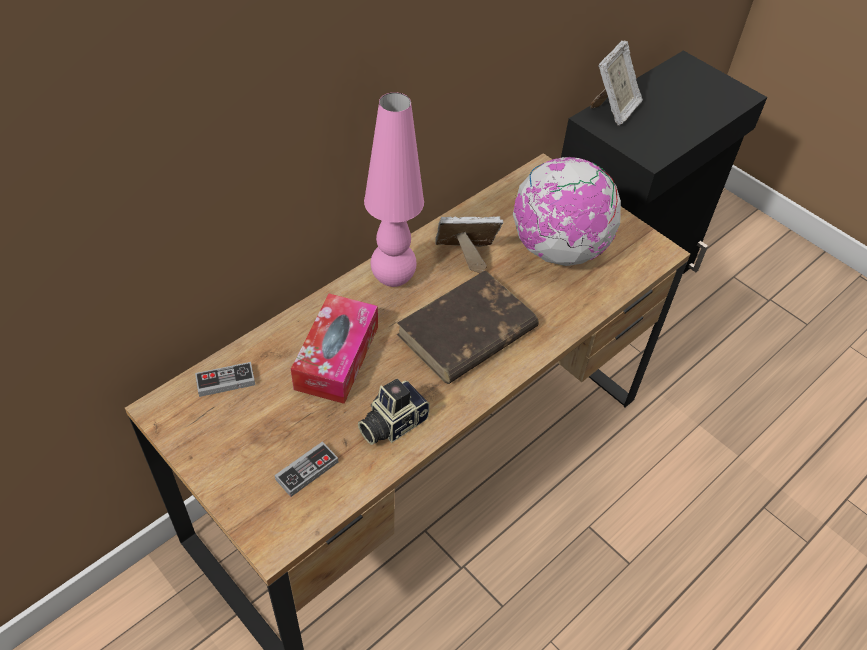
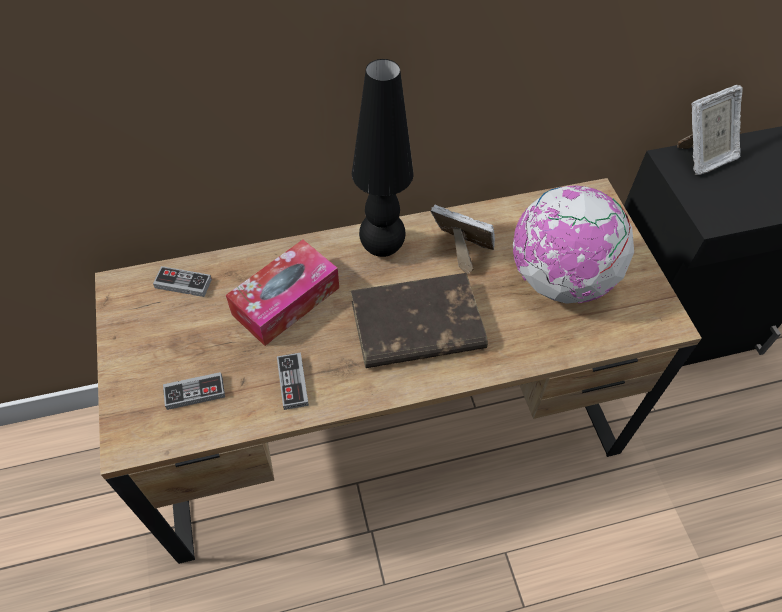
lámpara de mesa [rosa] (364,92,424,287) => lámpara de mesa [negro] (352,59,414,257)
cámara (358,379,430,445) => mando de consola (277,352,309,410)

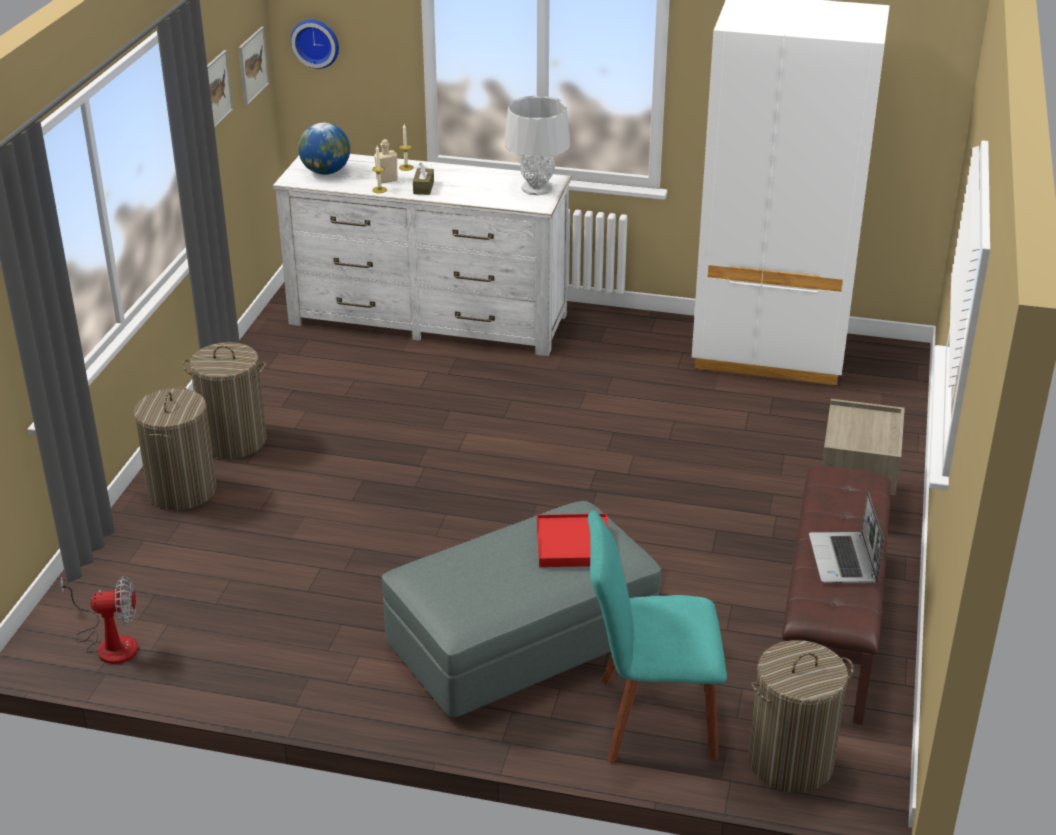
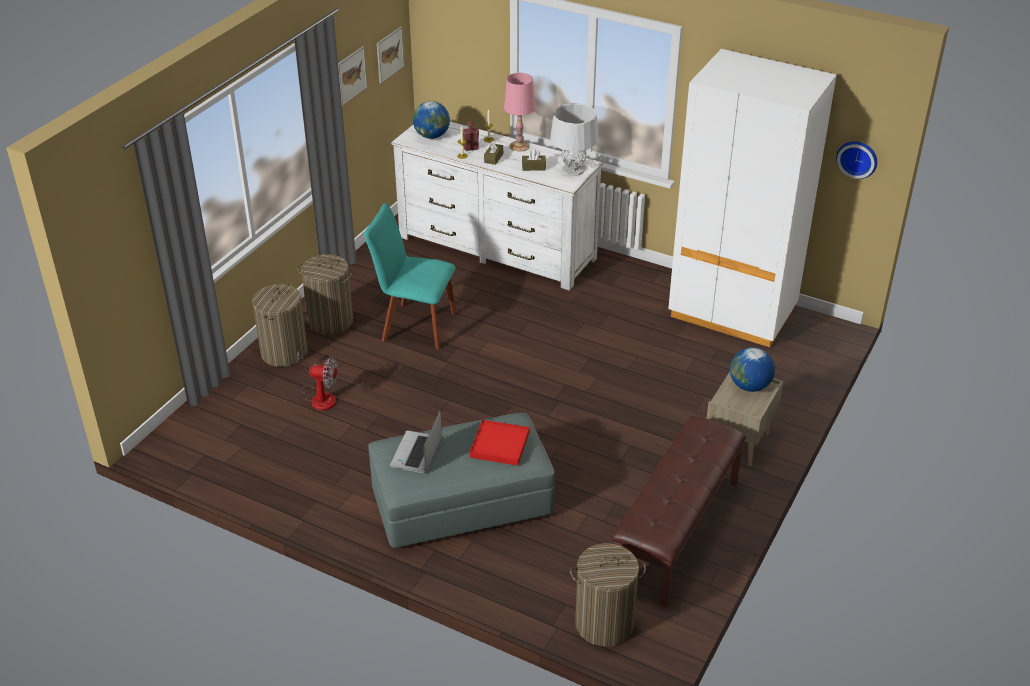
reloj de pared (291,19,339,69) => reloj de pared (836,141,877,179), relocated
botella [beis] (374,139,398,184) => botella [rojo] (463,120,479,151)
portátil (809,492,884,583) => portátil (390,411,442,474), relocated
silla [turquesa] (588,511,727,764) => silla [turquesa] (364,203,457,350), relocated
ventilador (60,576,138,664) => ventilador (297,351,338,410), relocated
nothing => lámpara de mesa [rosa] (504,73,536,151)
nothing => caja de pañuelos [marrón] (522,149,546,171)
nothing => globo terráqueo (730,347,775,392)

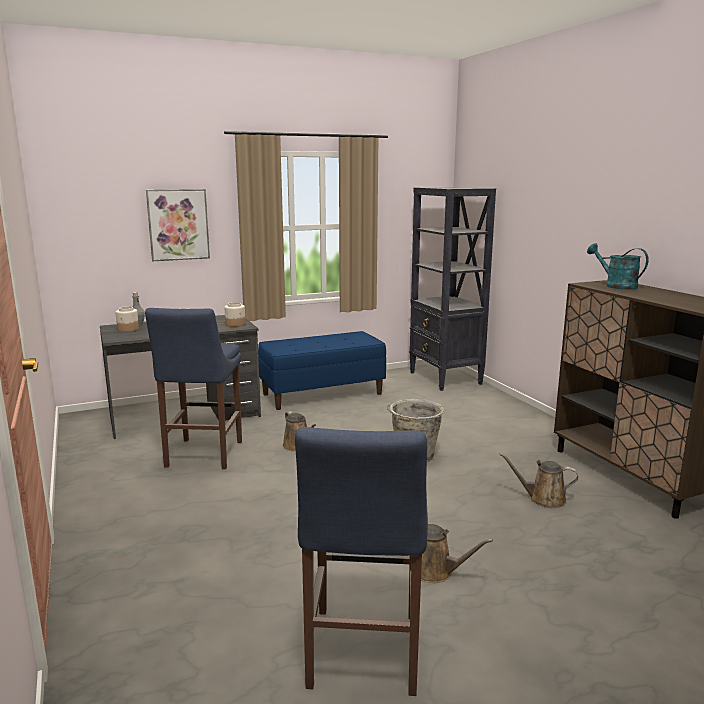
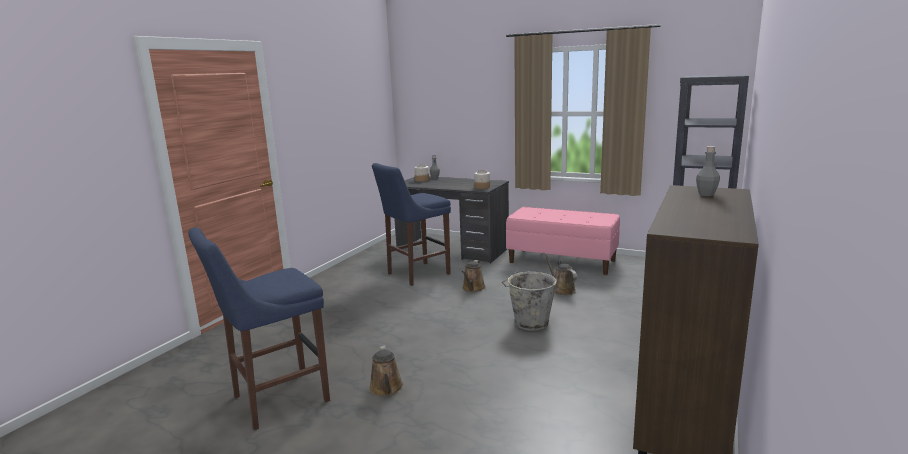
cuadro (146,189,210,261) => nothing
regadera [turquesa] (587,243,649,290) => botella [gris] (696,146,720,196)
banco [azul] (258,331,386,410) => banco [rosa] (506,207,620,275)
regadera [marrón] (499,453,578,508) => regadera [marrón] (544,252,577,295), relocated

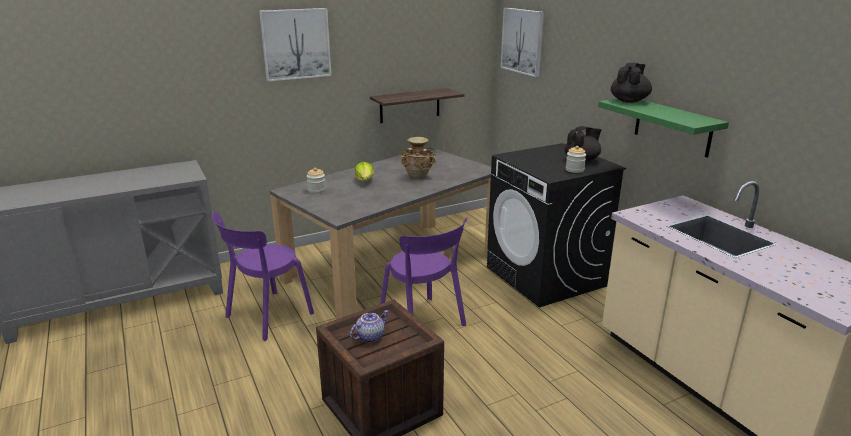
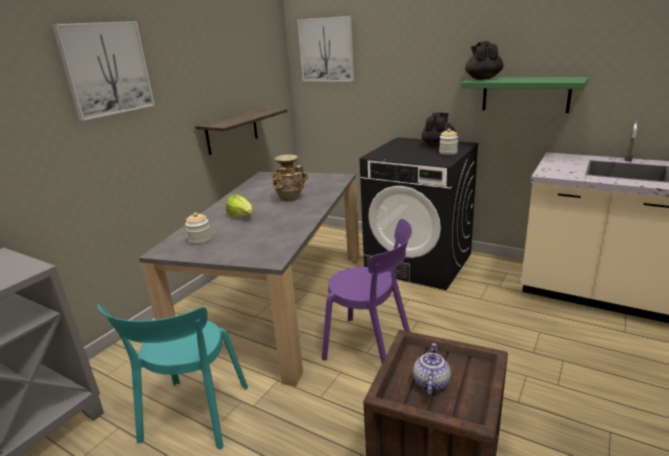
silla [morado] (212,211,314,341) => silla [turquesa] (98,304,248,449)

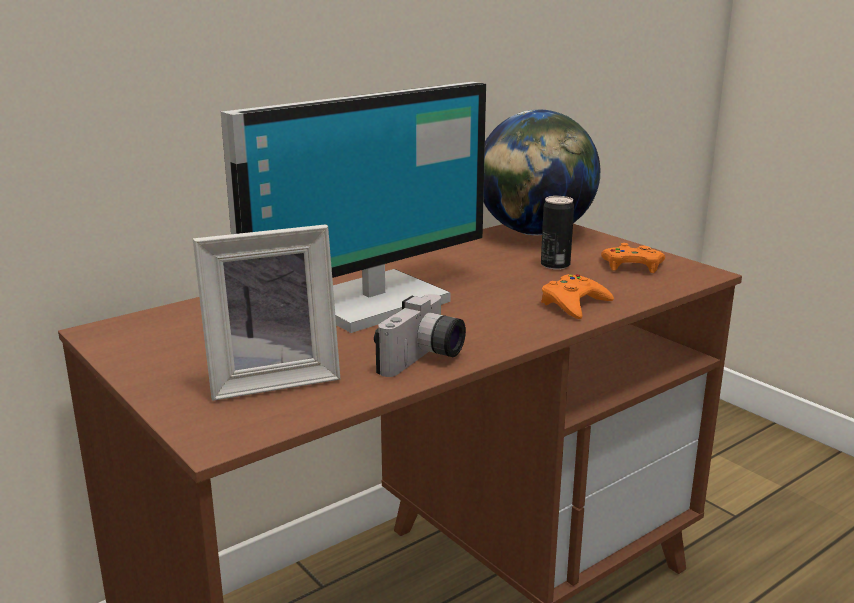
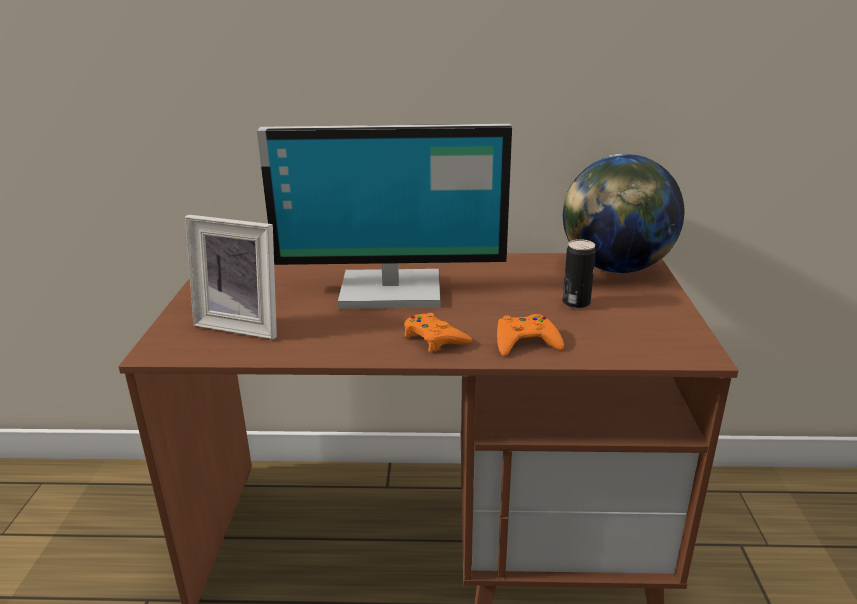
mando de consola [naranja] (601,243,665,273) => mando de consola [naranja] (404,313,472,352), relocated
cámara (374,294,466,377) => nothing

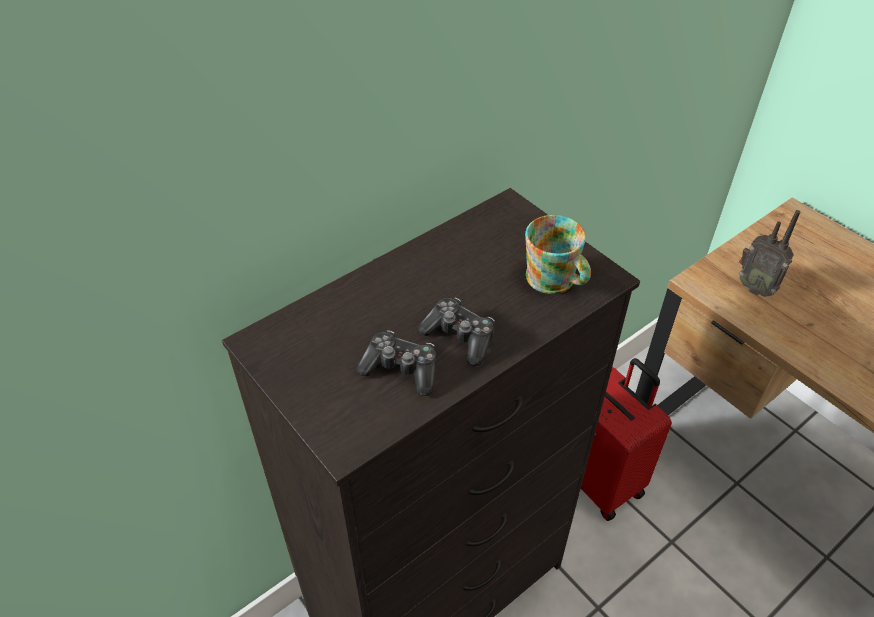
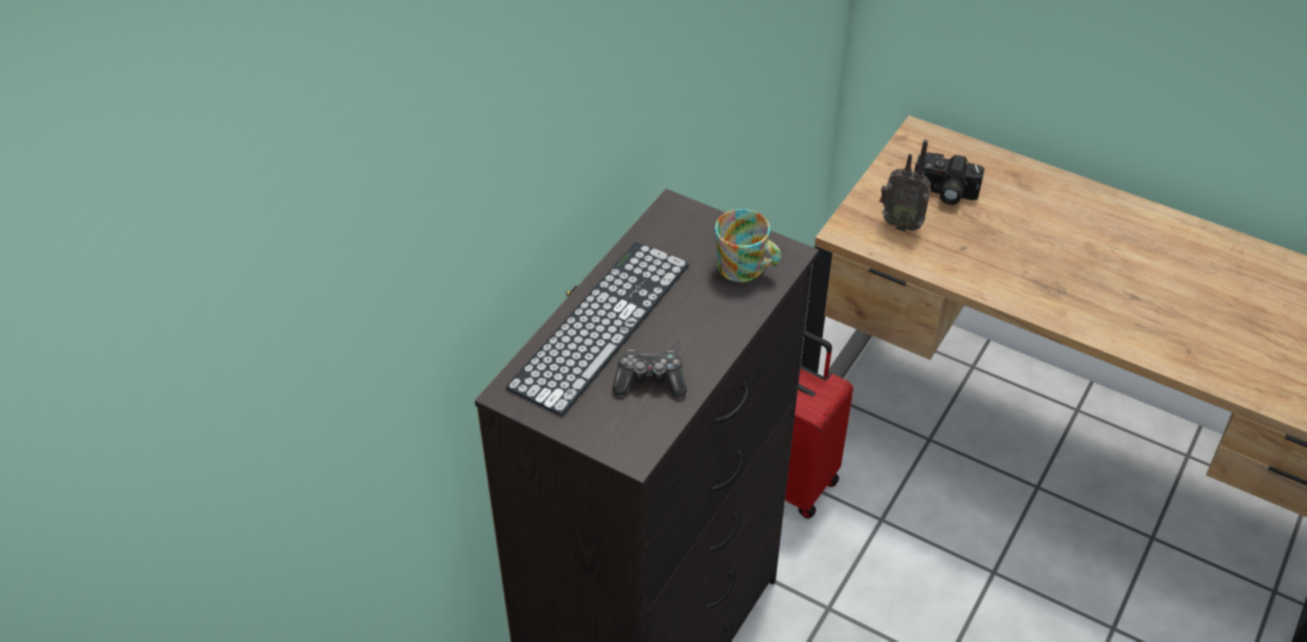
mando de consola (418,298,495,366) => nothing
nothing => cámara (914,152,985,205)
nothing => teclado (506,242,689,416)

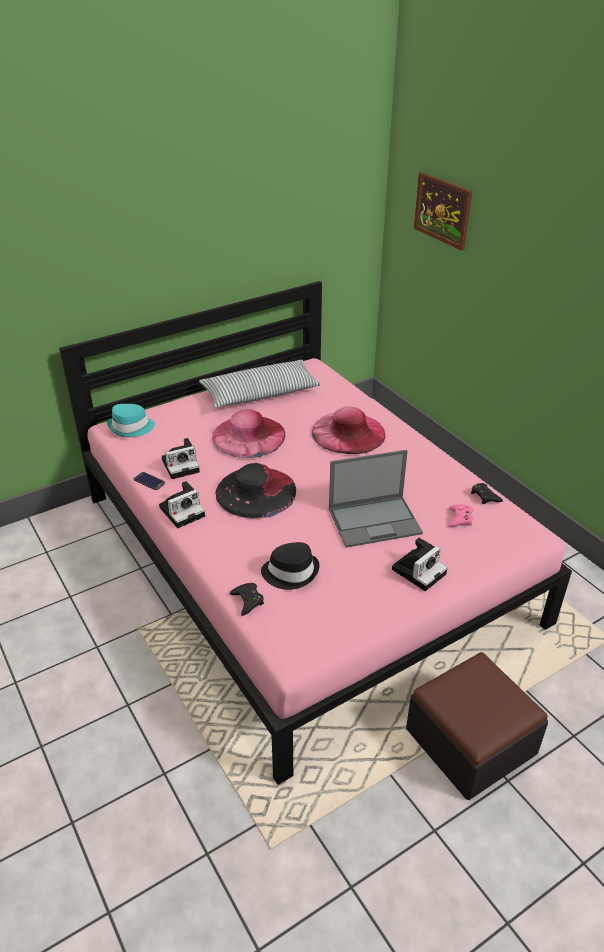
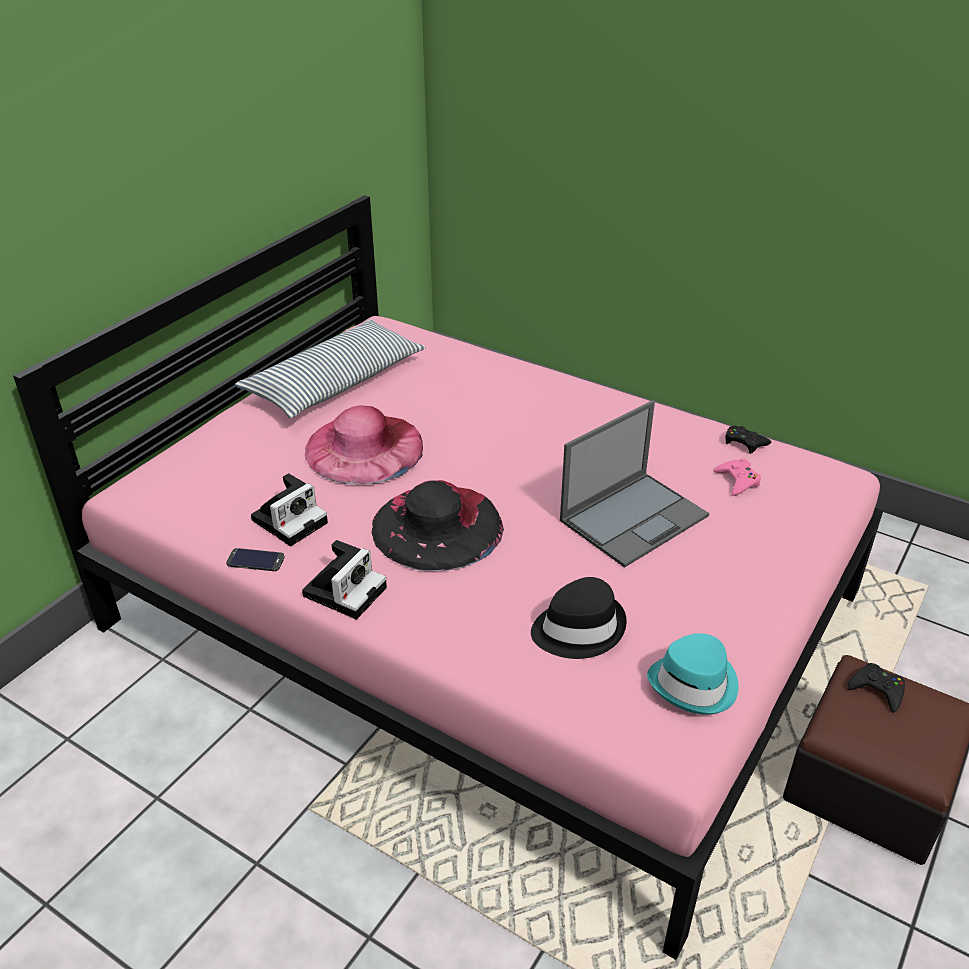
cuadro (414,172,472,251) => nothing
sombrero [turquesa] (107,404,155,437) => sombrero [turquesa] (647,633,738,715), relocated
sombrero [rosa] (312,407,386,454) => nothing
cámara (392,538,448,591) => nothing
mando de consola [negro] (230,583,264,616) => mando de consola [negro] (847,663,905,713), relocated

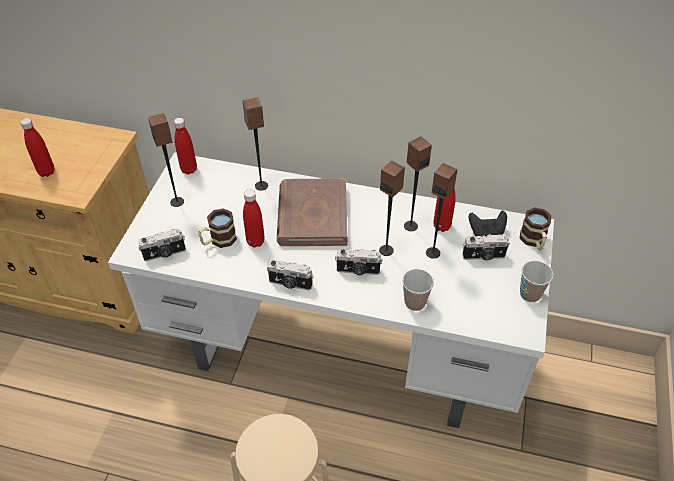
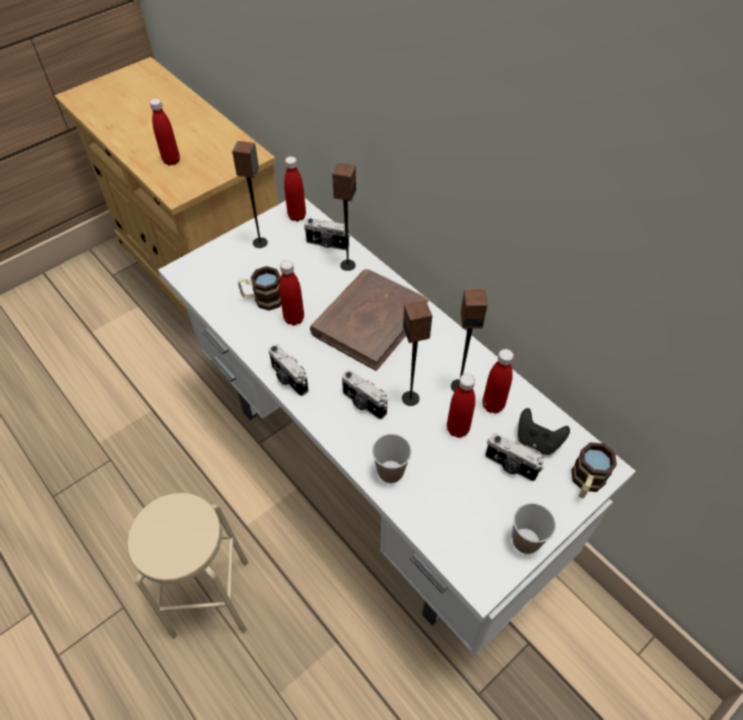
altavoz (426,163,458,259) => botella [rojo] (447,374,475,438)
cámara (138,228,186,261) => cámara (304,218,350,250), relocated

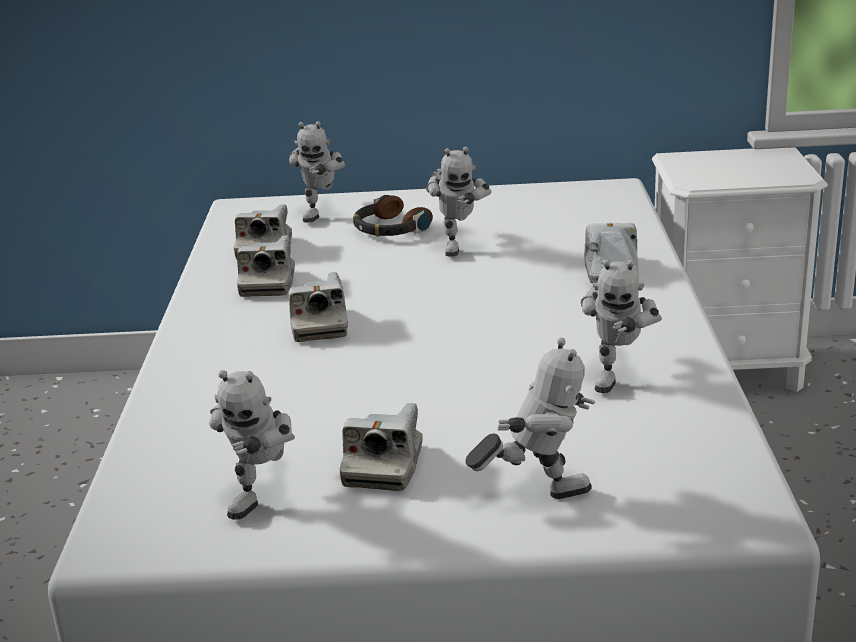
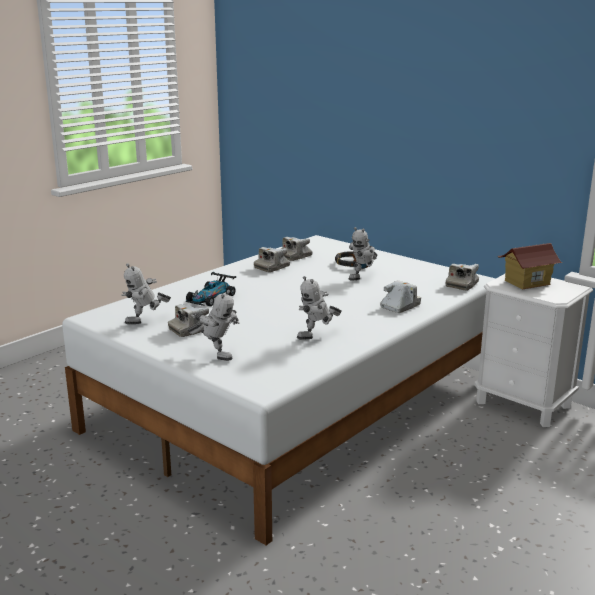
robot de juguete (289,121,345,222) => nothing
cámara (289,272,348,342) => cámara (446,264,479,290), relocated
nothing => casita (498,243,563,289)
nothing => coche de juguete (186,272,236,306)

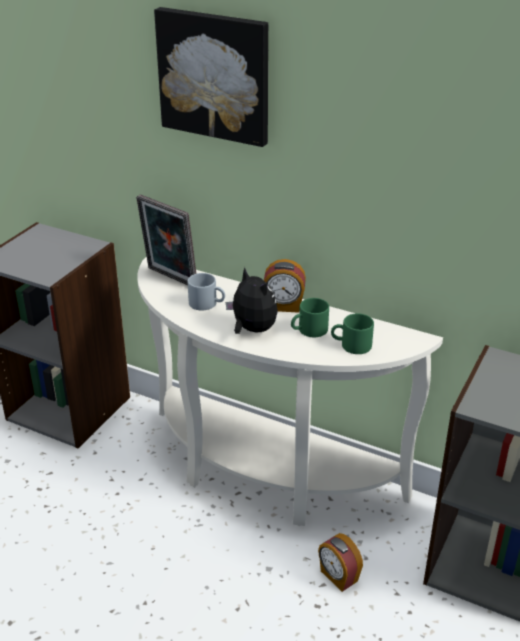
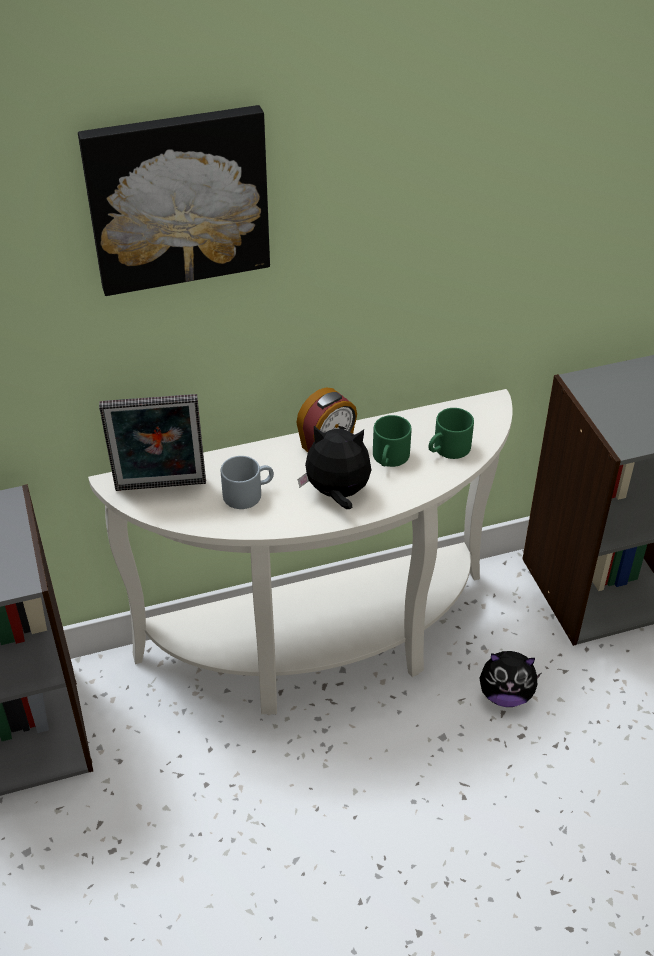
despertador (318,533,363,592) => peluche (479,651,542,707)

